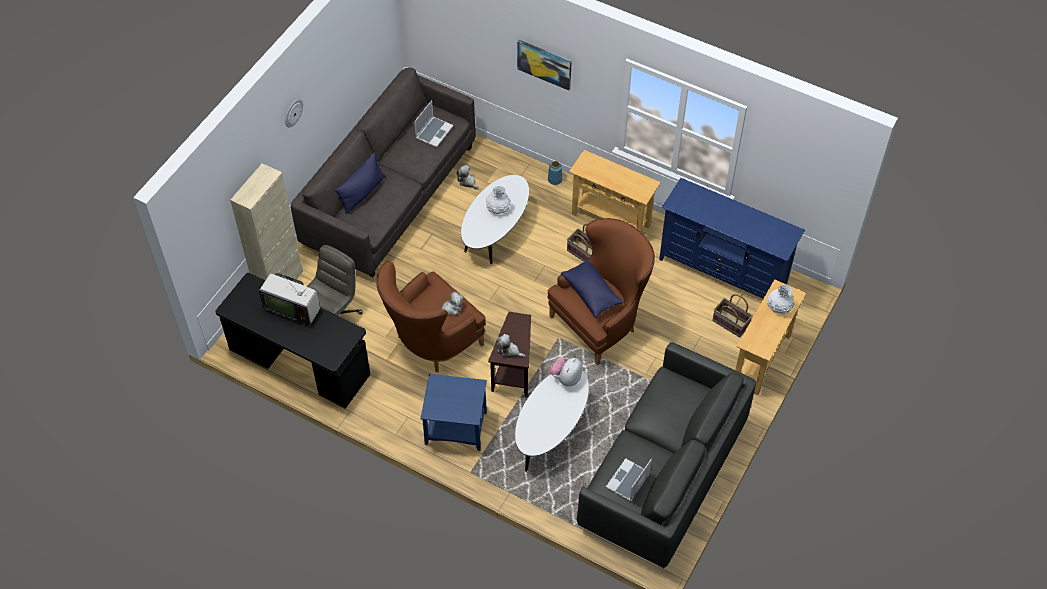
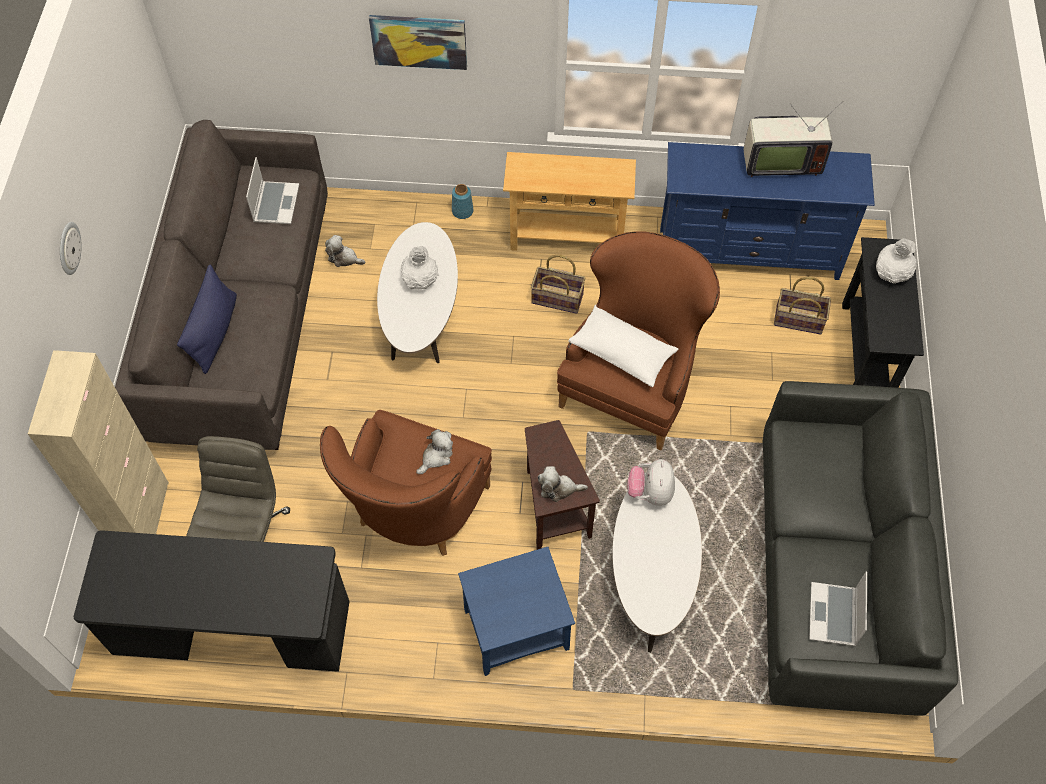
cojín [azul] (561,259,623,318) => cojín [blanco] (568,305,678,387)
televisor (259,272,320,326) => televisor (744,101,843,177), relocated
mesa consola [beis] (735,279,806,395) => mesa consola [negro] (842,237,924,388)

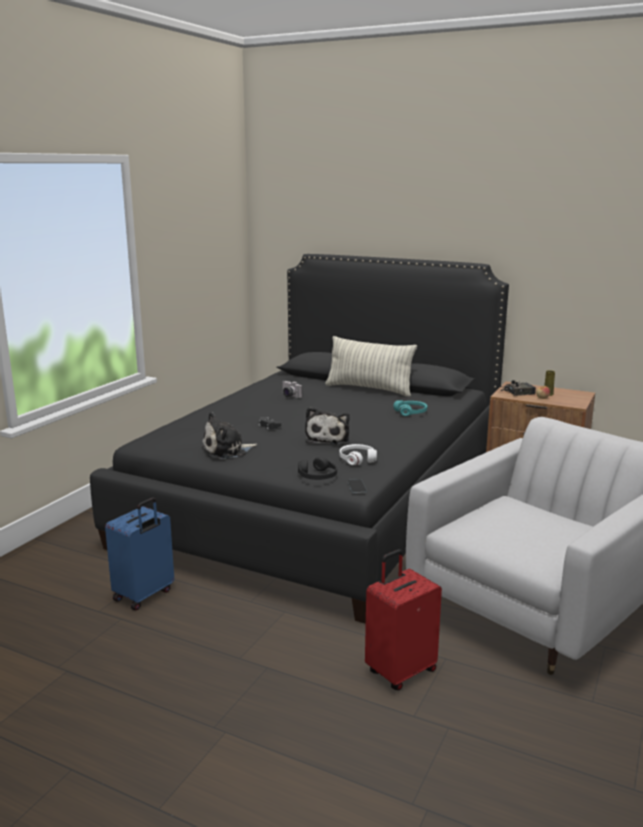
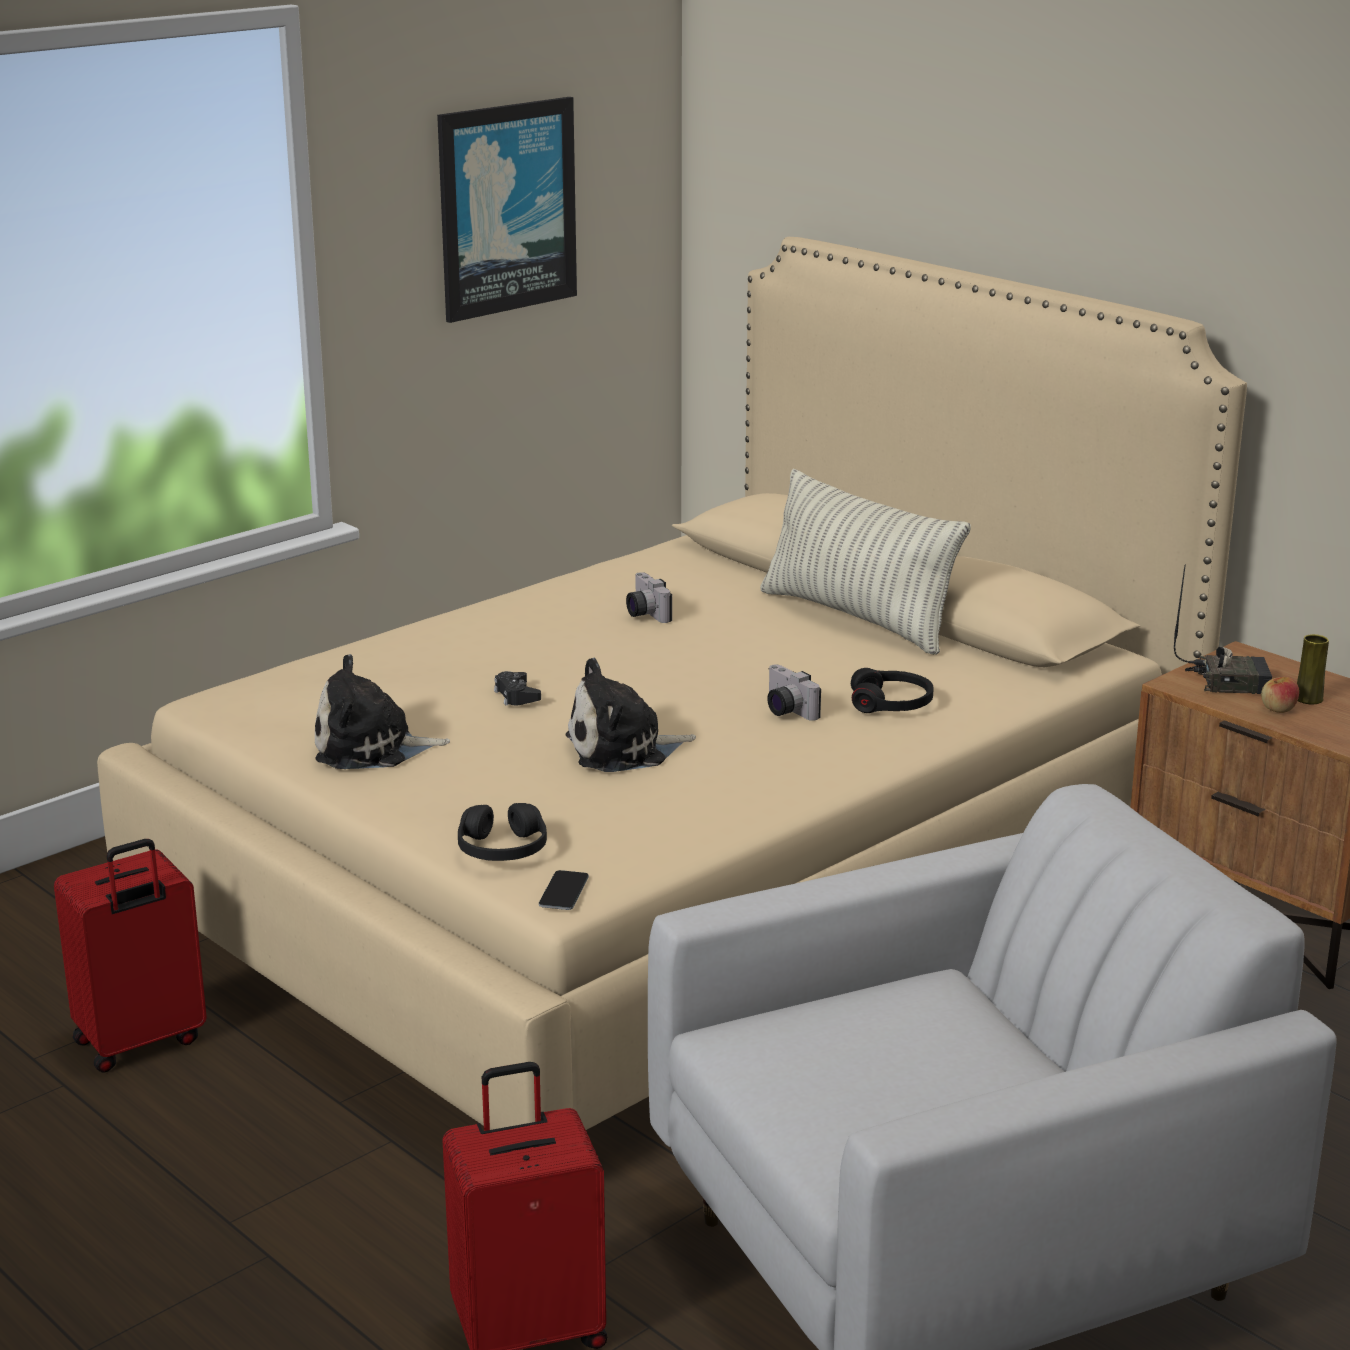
cama [negro] (90,254,509,623) => cama [beis] (97,237,1247,1130)
auriculares [turquesa] (393,400,427,416) => auriculares [negro] (851,668,934,713)
peluche (305,407,350,445) => peluche (566,658,696,772), 45 degrees clockwise
auriculares [blanco] (339,444,377,466) => nothing
maleta [azul] (105,497,174,610) => maleta [rojo] (54,839,207,1073)
nothing => cuadro (437,97,577,323)
nothing => cámara (767,664,821,721)

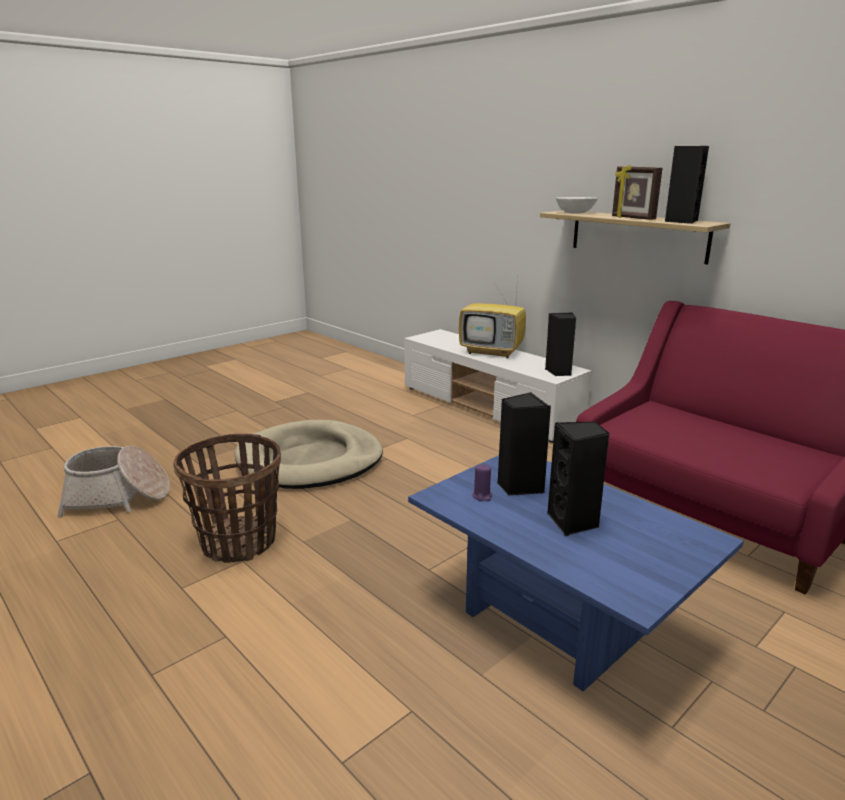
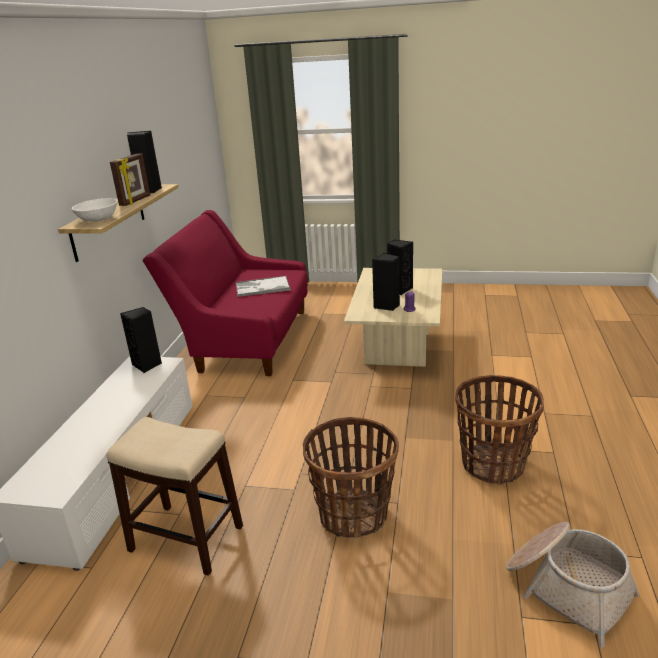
televisor (459,273,526,358) => nothing
cama para perro [beis] (235,420,383,489) => cesta (303,417,399,538)
mesa de centro [azul] (408,455,744,691) => mesa de centro [beis] (344,268,442,367)
nothing => bandeja (236,276,291,297)
nothing => taburete (106,417,243,576)

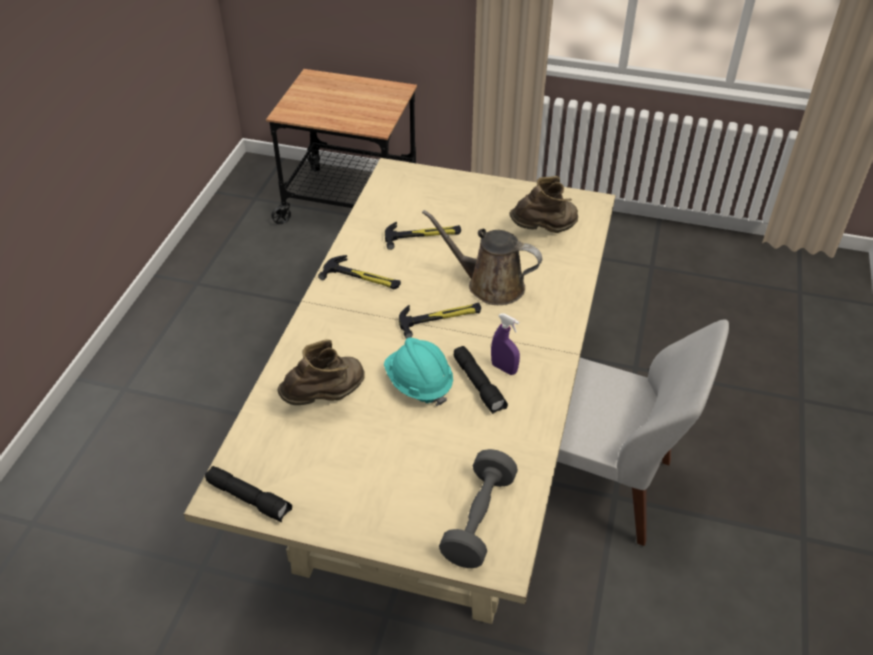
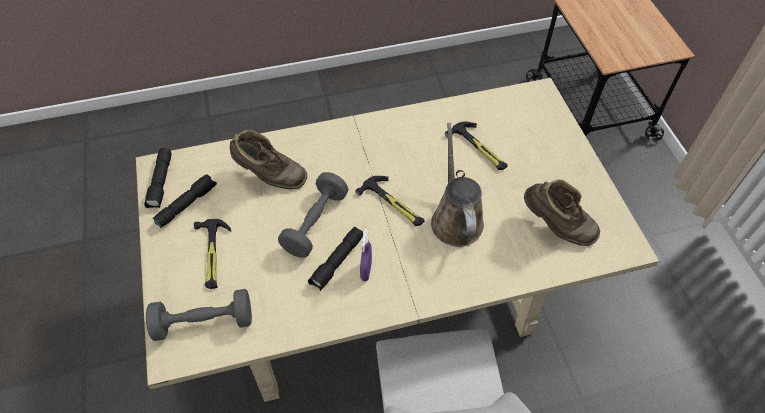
martillo (318,255,401,289) => martillo (194,219,231,289), relocated
casco [turquesa] (384,338,453,406) => mancuerna [gris] (278,172,348,258)
nothing => linterna [negro] (152,174,217,228)

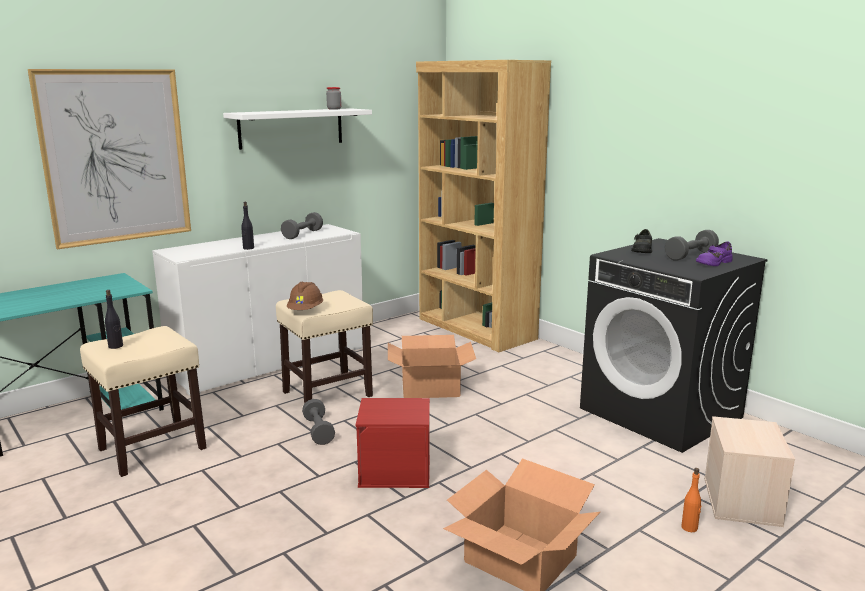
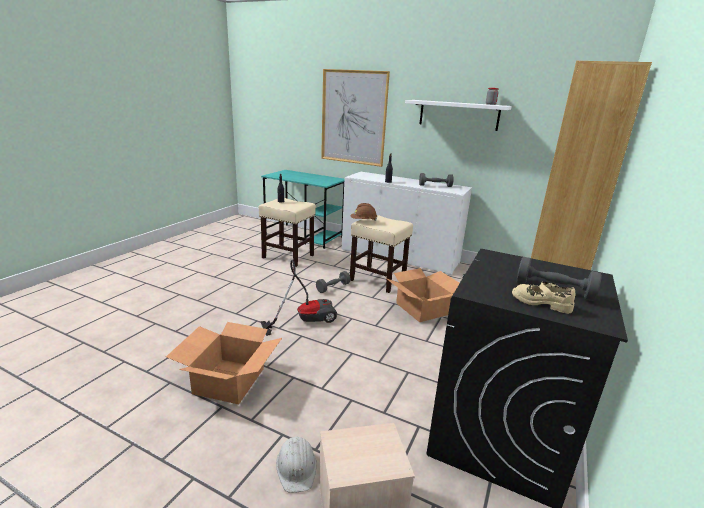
zapato [negro] (631,229,652,253) => nothing
zapato [morado] (696,241,733,266) => zapato [beis] (512,282,575,314)
caja de almacenaje [rojo] (356,398,430,488) => aspiradora (261,260,337,336)
botella [naranja] (681,468,701,532) => casco [blanco] (276,437,317,493)

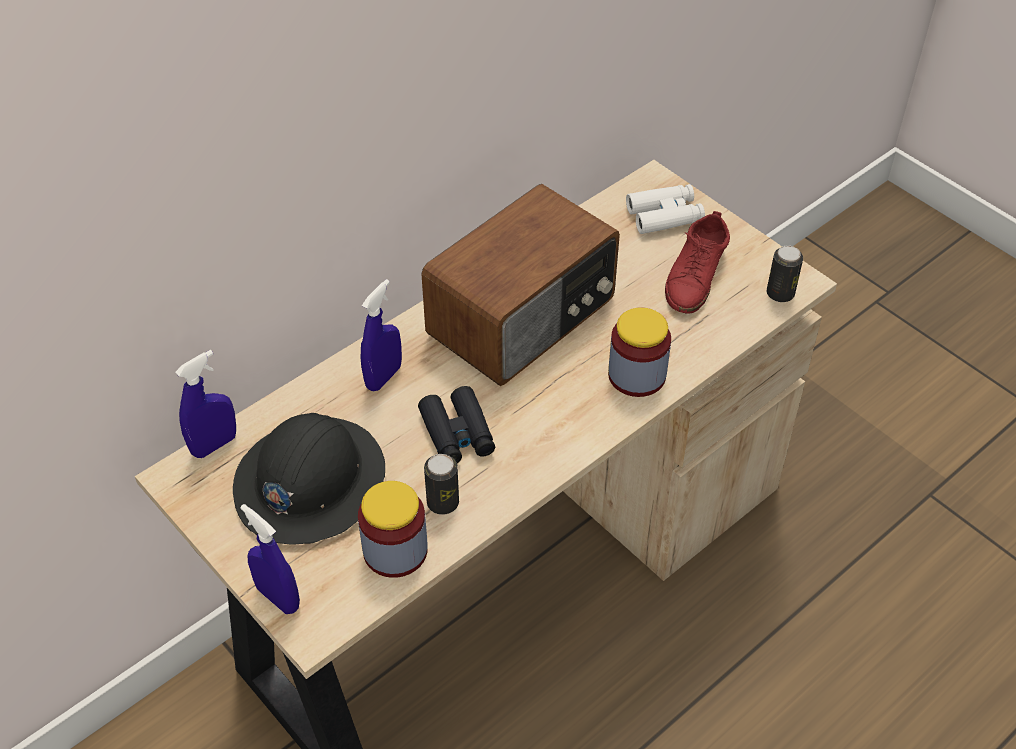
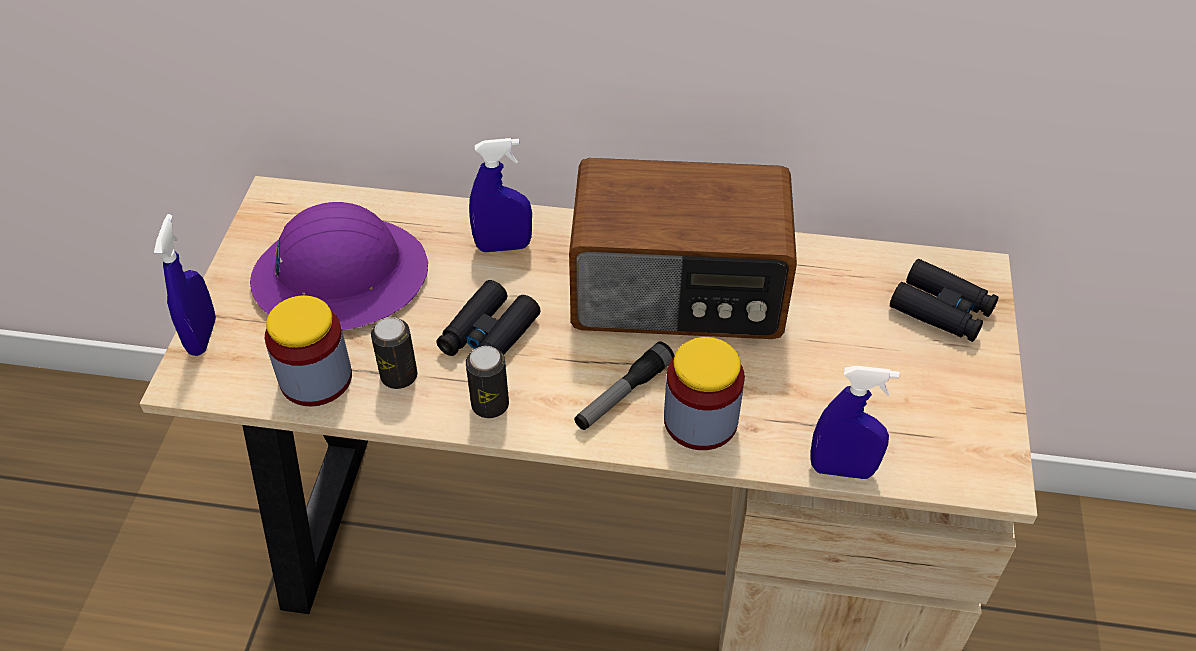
prismáticos [blanco] (626,184,705,234) => prismáticos [negro] (890,259,999,342)
zapato [rojo] (665,211,730,313) => nothing
lata (767,245,803,302) => lata (466,346,509,418), relocated
pulverizador [azul] (175,350,236,458) => pulverizador [azul] (810,366,899,479), relocated
casco [negro] (233,413,385,545) => casco [morado] (250,202,428,330)
nothing => linterna (574,341,675,430)

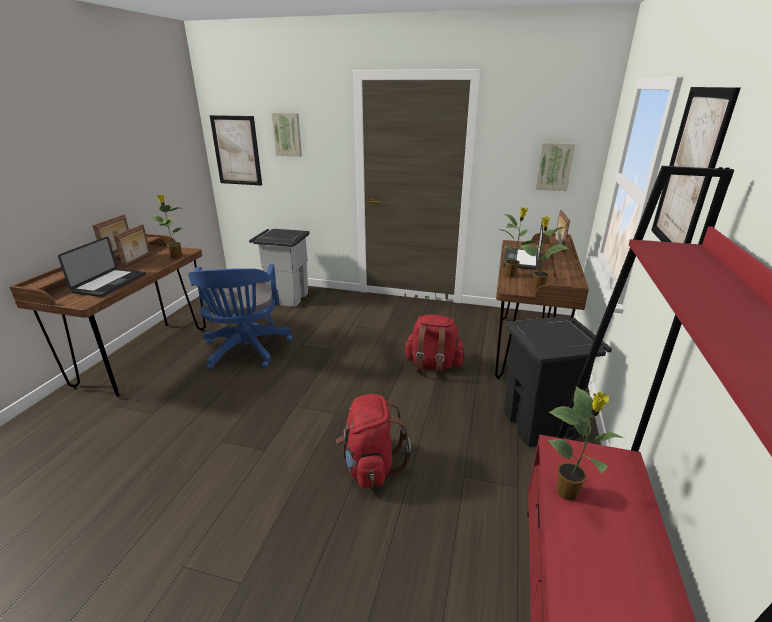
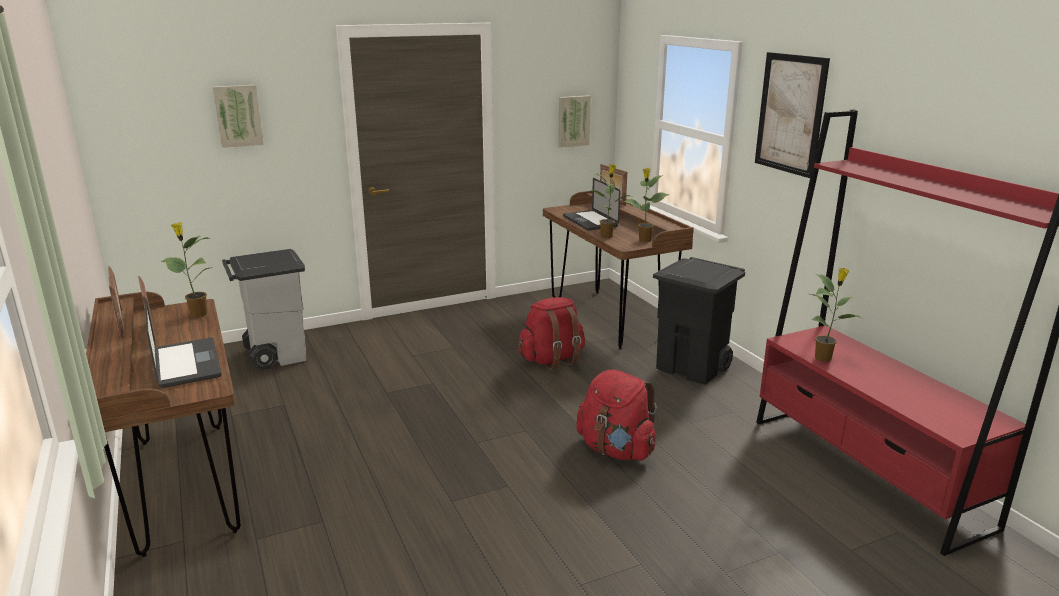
cuadro (209,115,262,186) => nothing
silla de oficina [azul] (188,264,292,370) => nothing

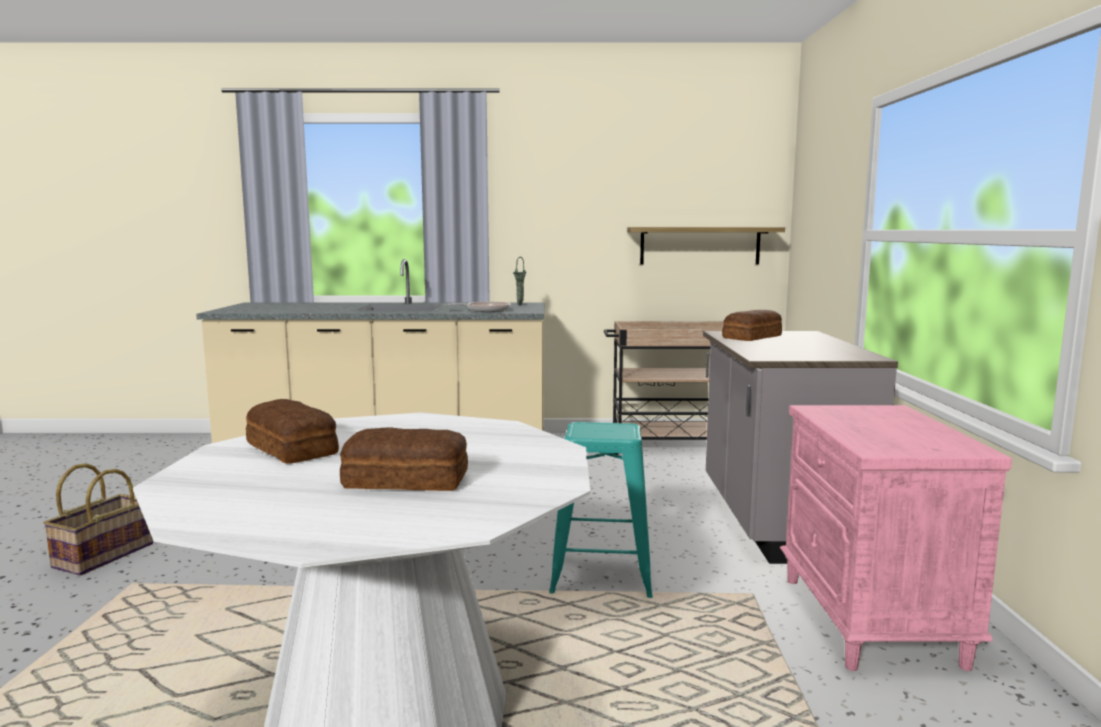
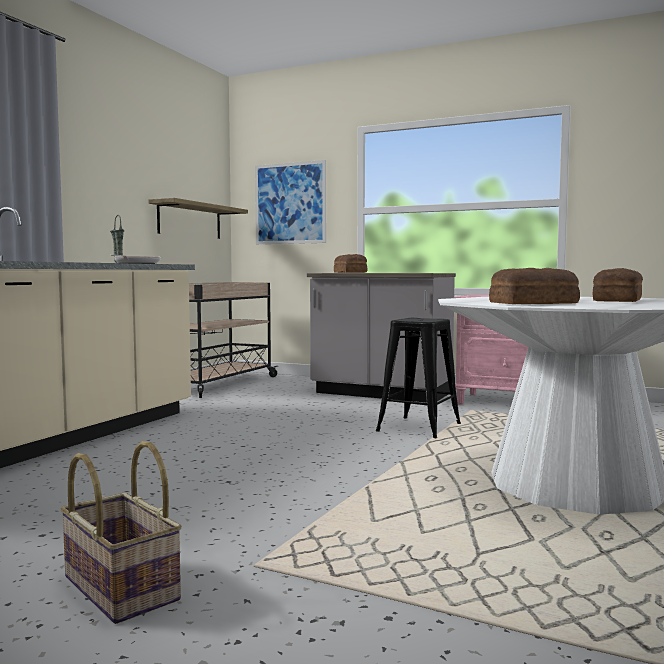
taburete [turquesa] (549,422,653,598) => taburete [negro] (376,318,461,438)
nothing => cuadro (255,160,326,244)

